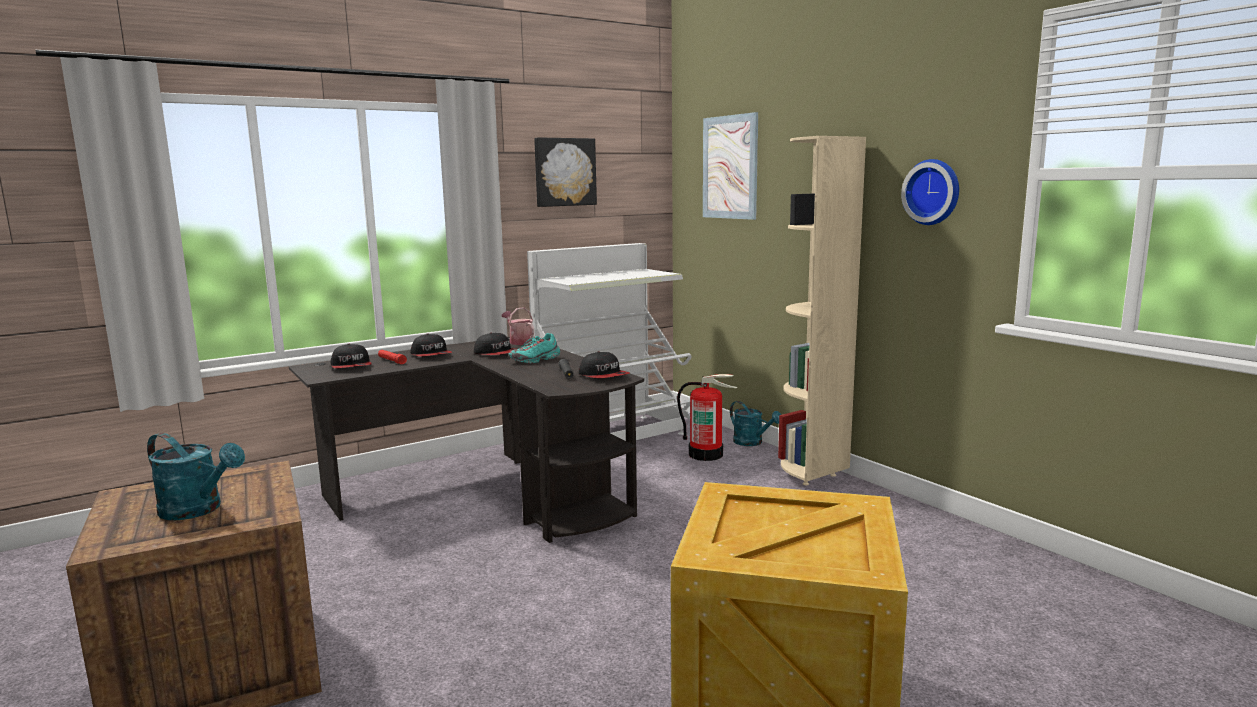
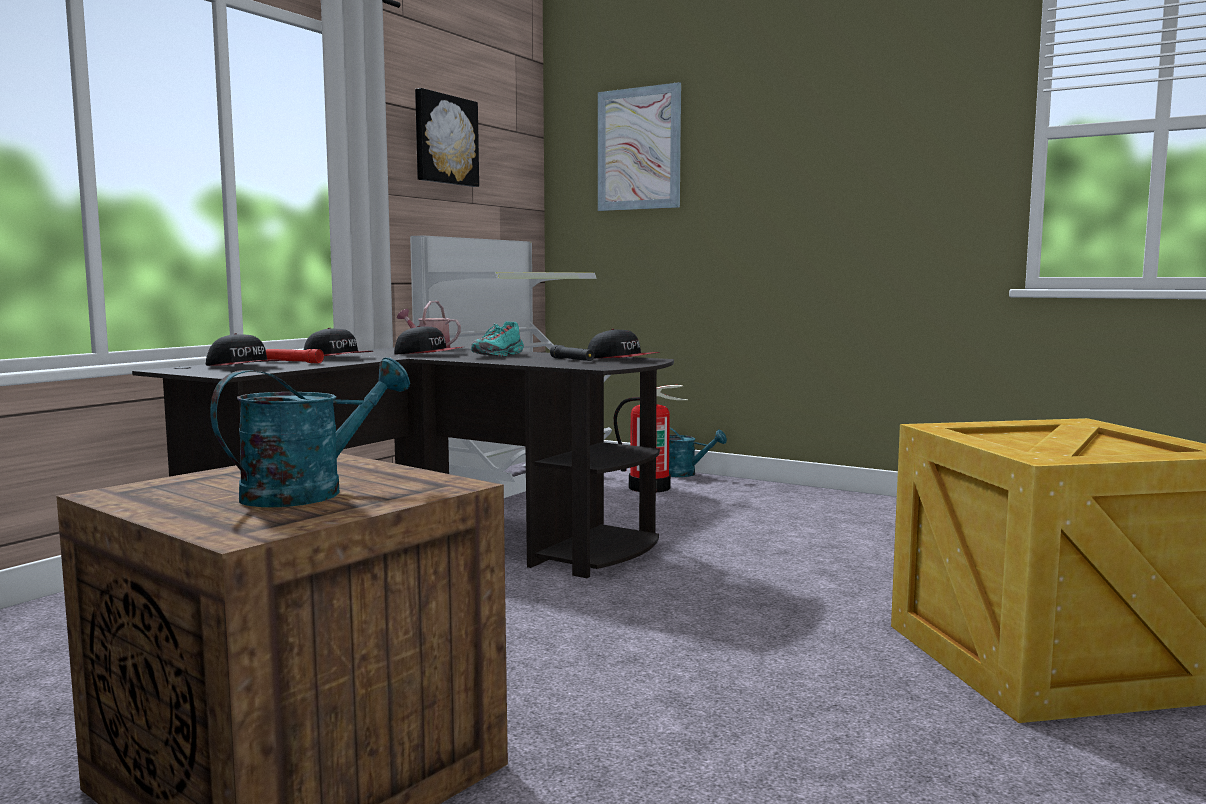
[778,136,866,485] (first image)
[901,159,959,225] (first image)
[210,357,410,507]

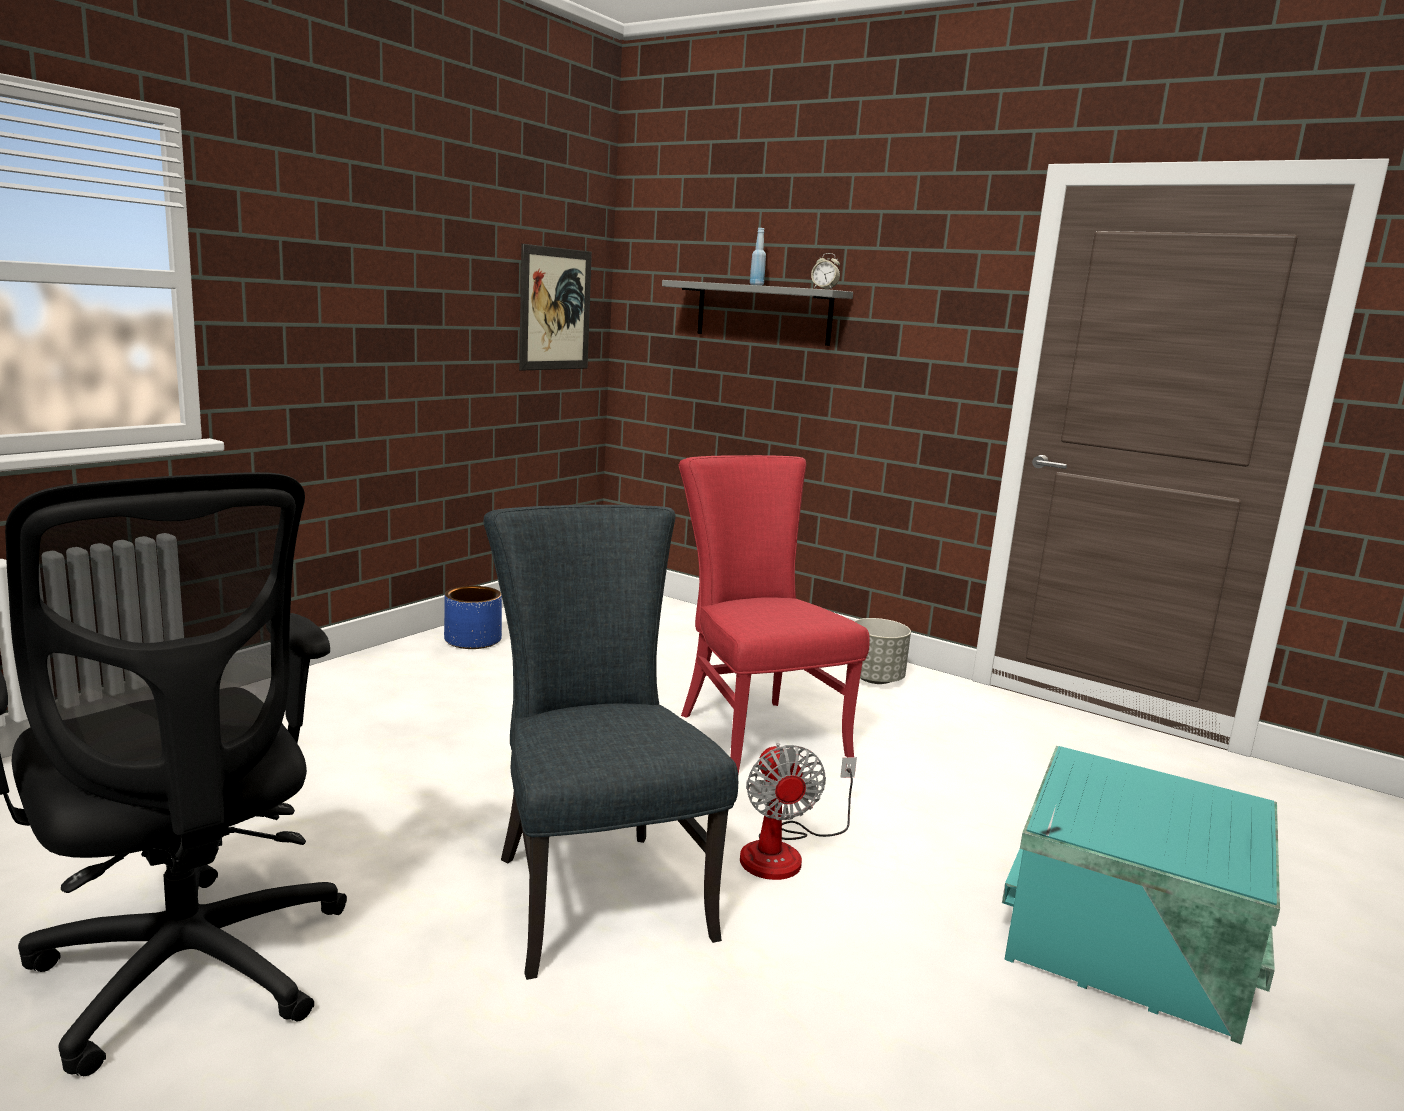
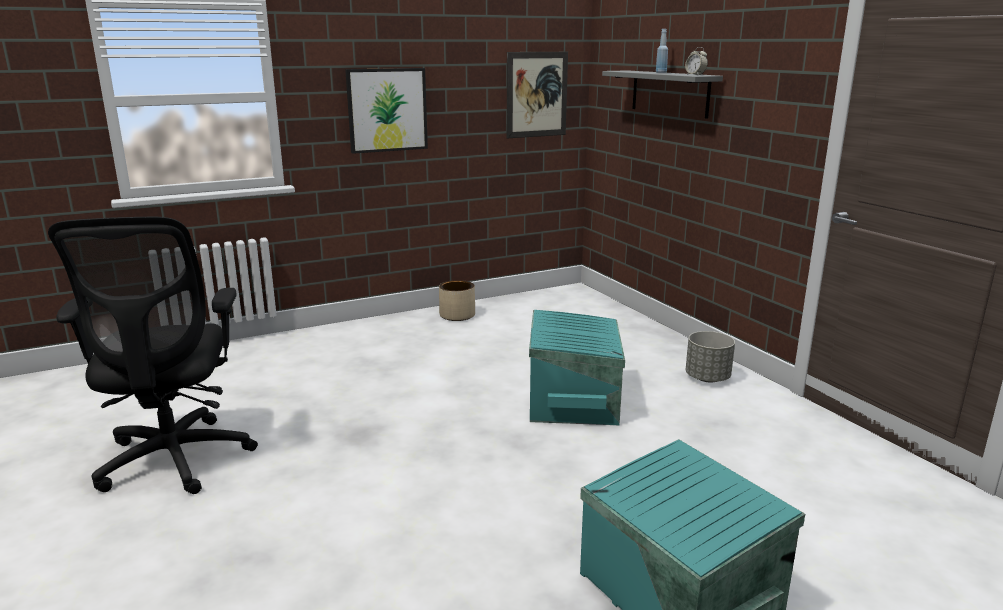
[529,310,625,425]
[483,505,738,980] (first image)
[439,280,475,321]
[740,743,857,880] (first image)
[345,68,428,154]

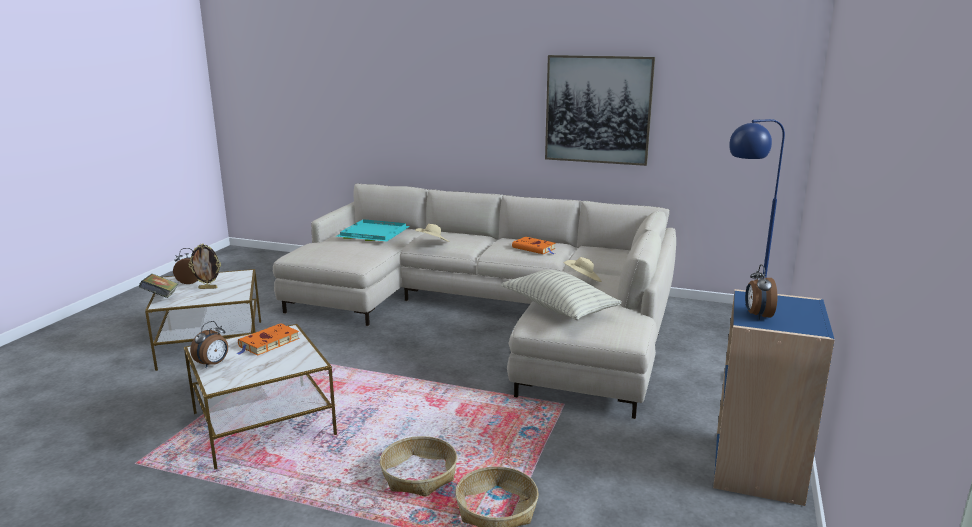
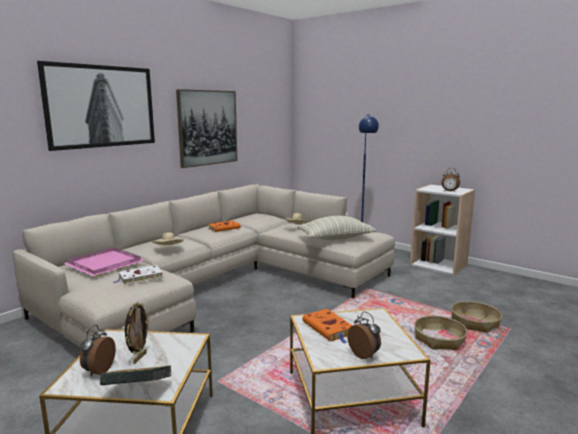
[63,247,144,276]
[410,184,475,276]
[37,61,155,151]
[114,265,163,286]

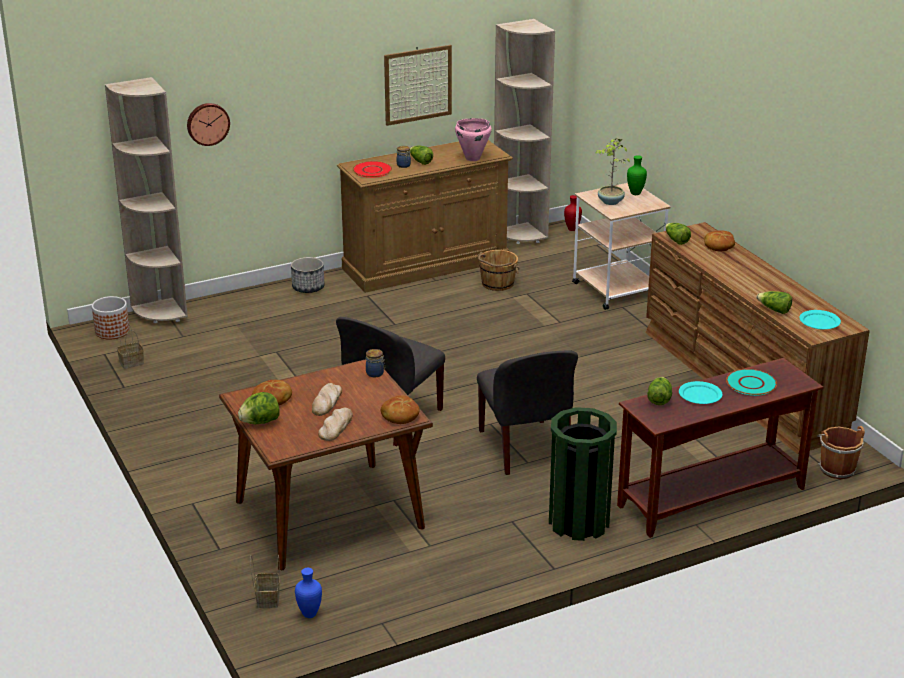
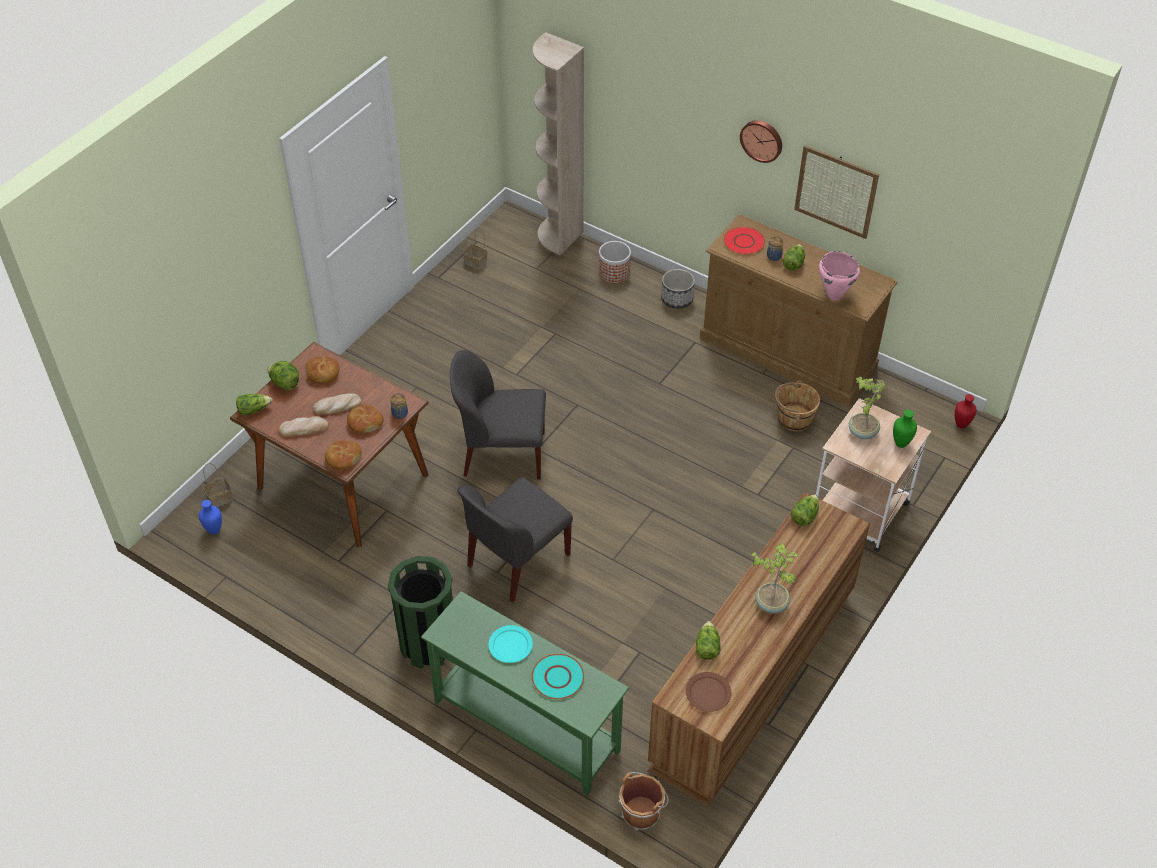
[494,19,555,244] (first image)
[740,120,782,163]
[347,405,384,433]
[599,241,631,283]
[686,672,732,712]
[421,591,629,796]
[236,394,272,416]
[750,543,799,614]

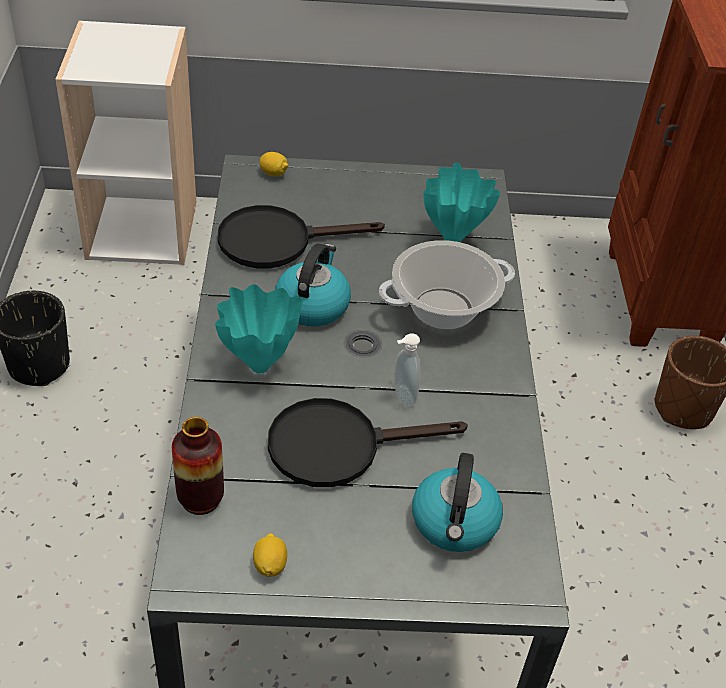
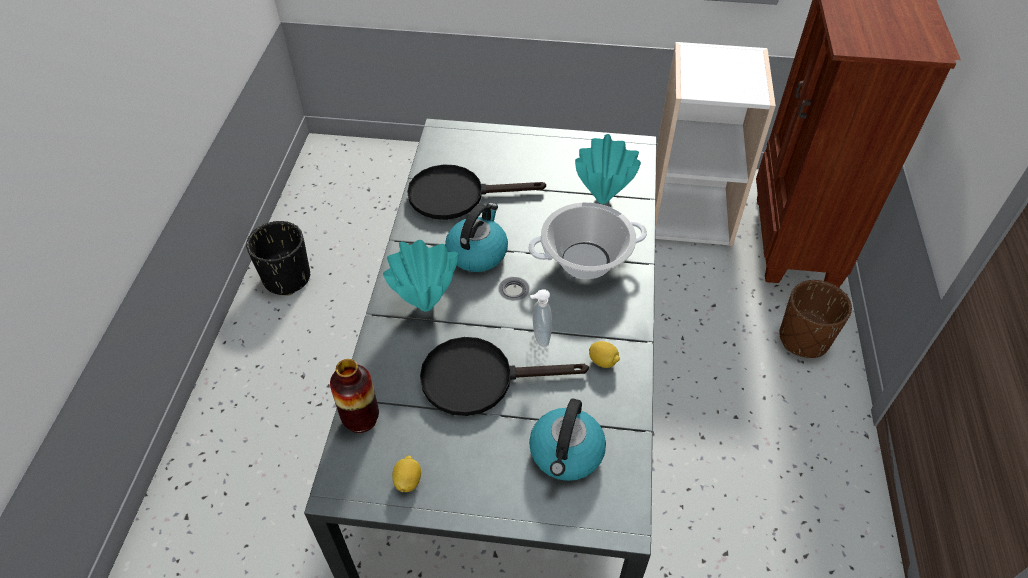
[655,42,776,246]
[589,341,620,368]

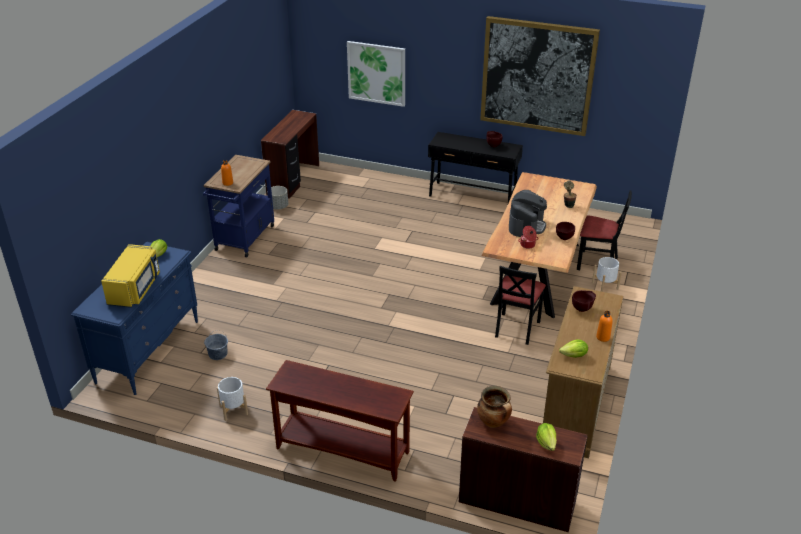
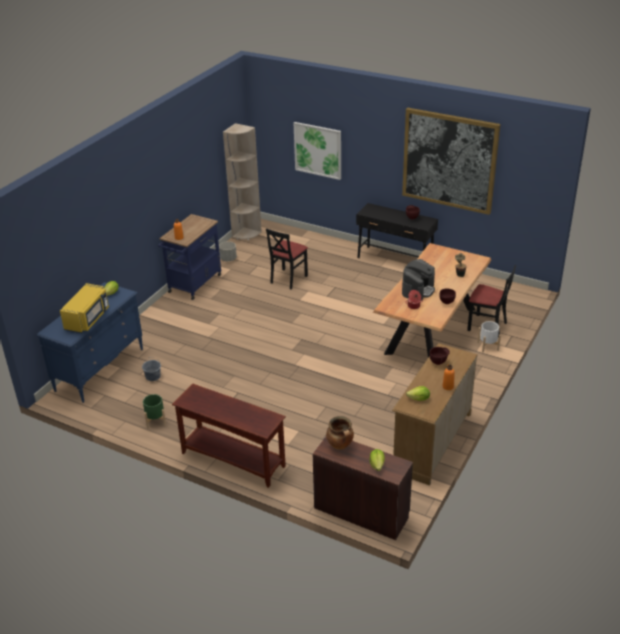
[223,123,262,240]
[266,228,308,289]
[143,394,166,429]

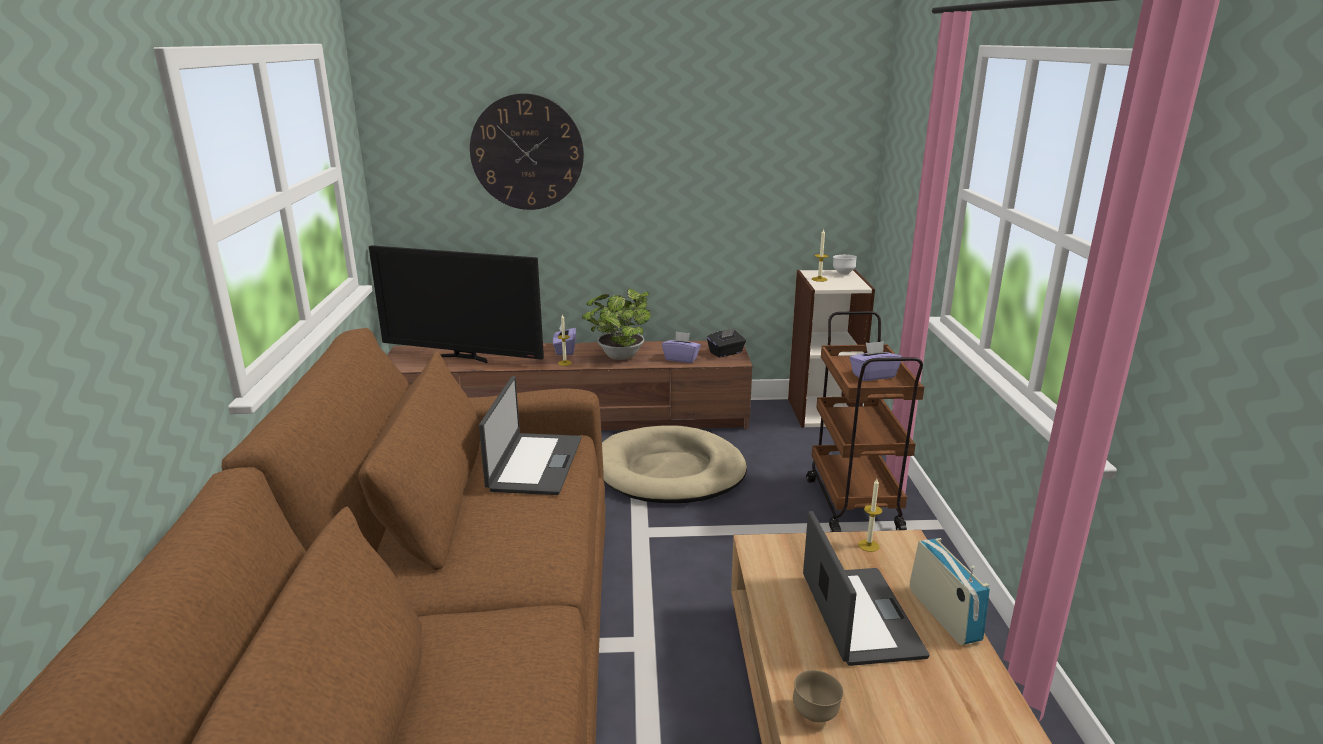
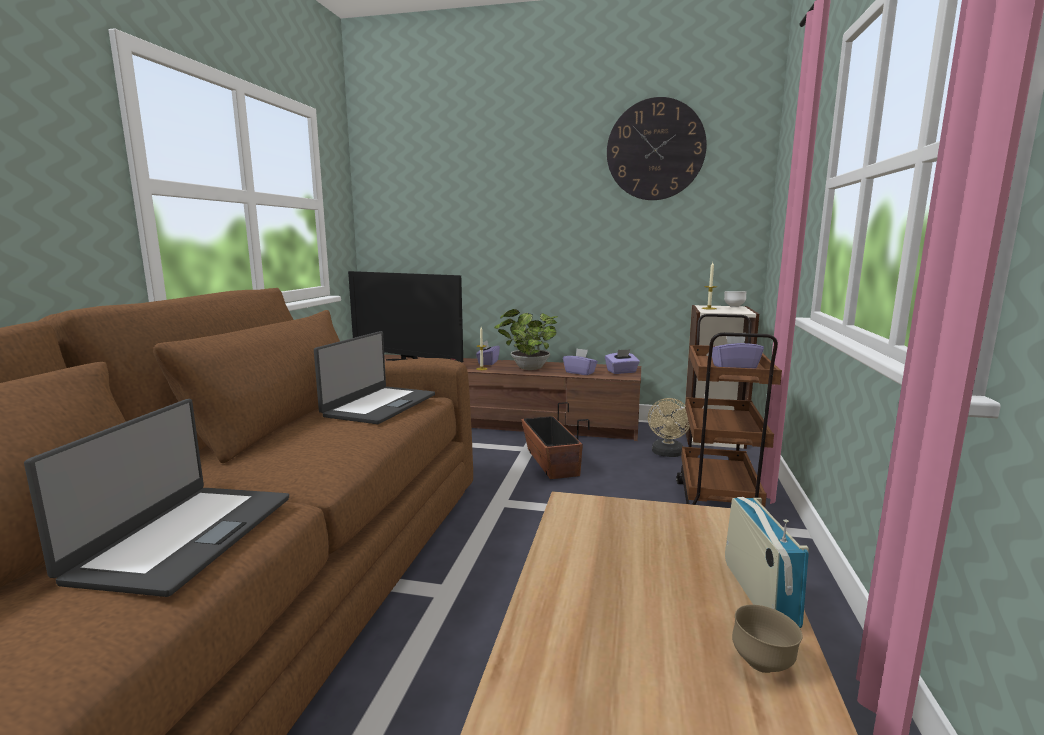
[607,97,707,200]
[605,349,640,374]
[521,402,590,479]
[858,479,882,552] (first image)
[24,399,289,597]
[732,605,802,673]
[648,398,690,457]

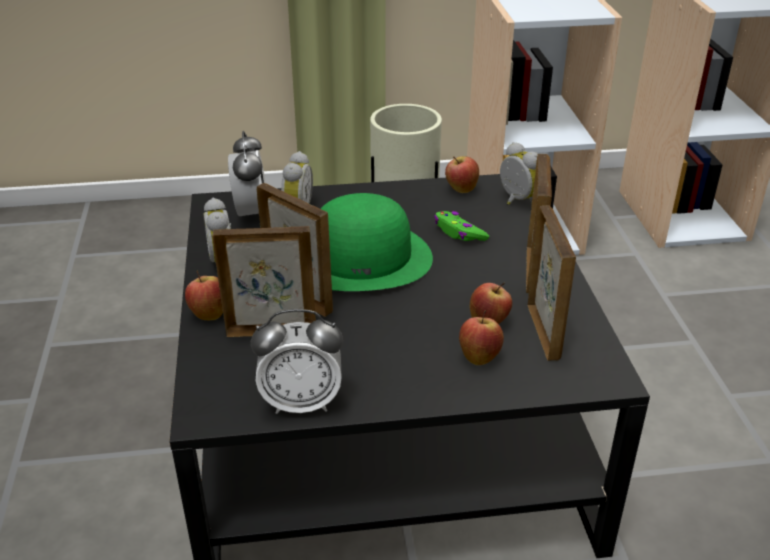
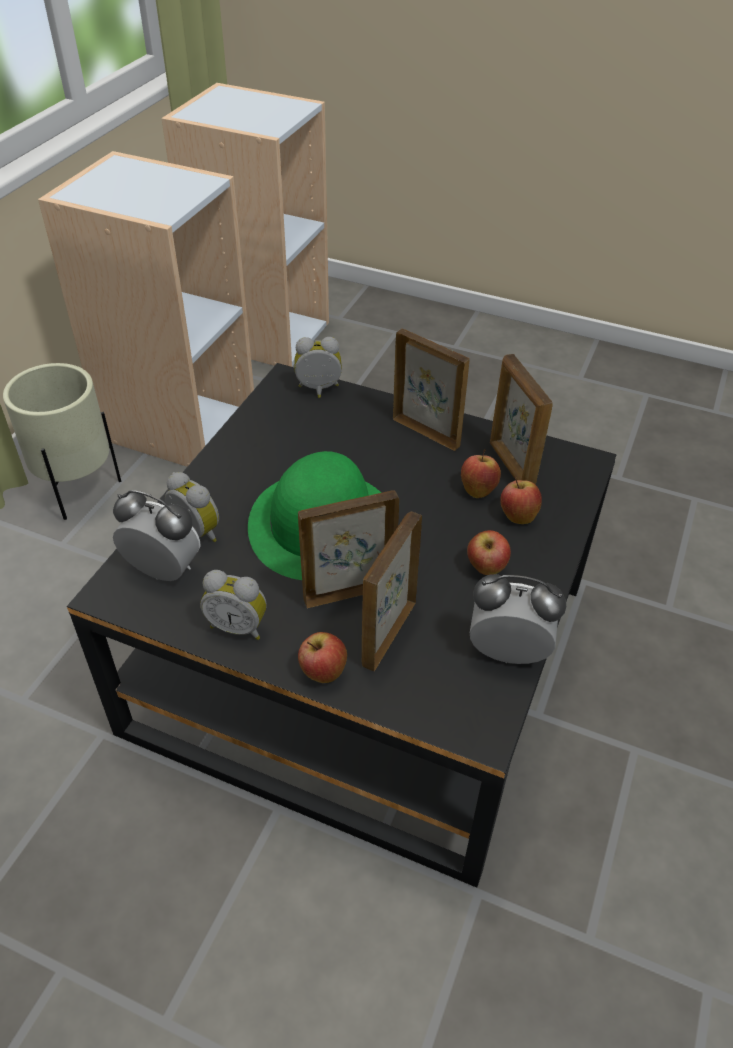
[467,530,511,575]
[490,354,553,485]
[434,211,489,241] (first image)
[470,574,566,664]

